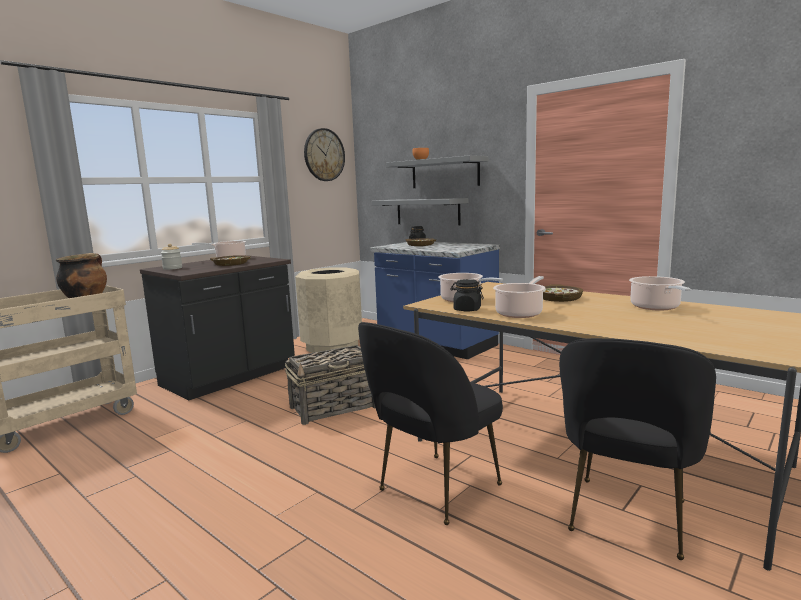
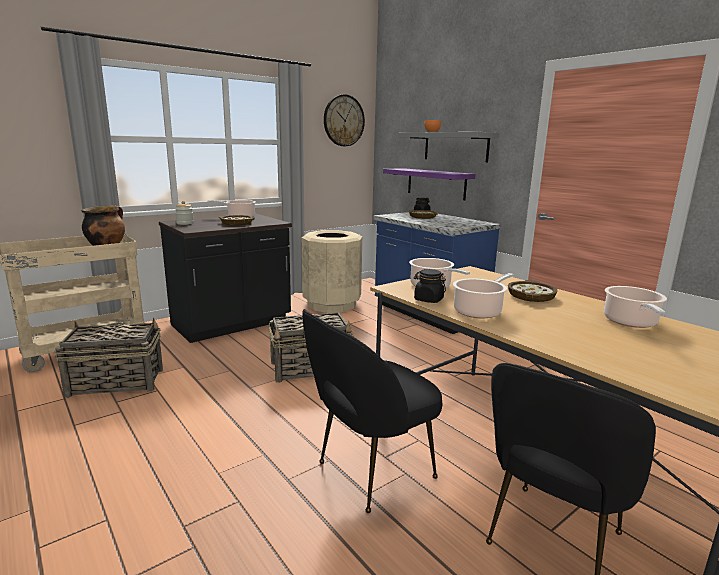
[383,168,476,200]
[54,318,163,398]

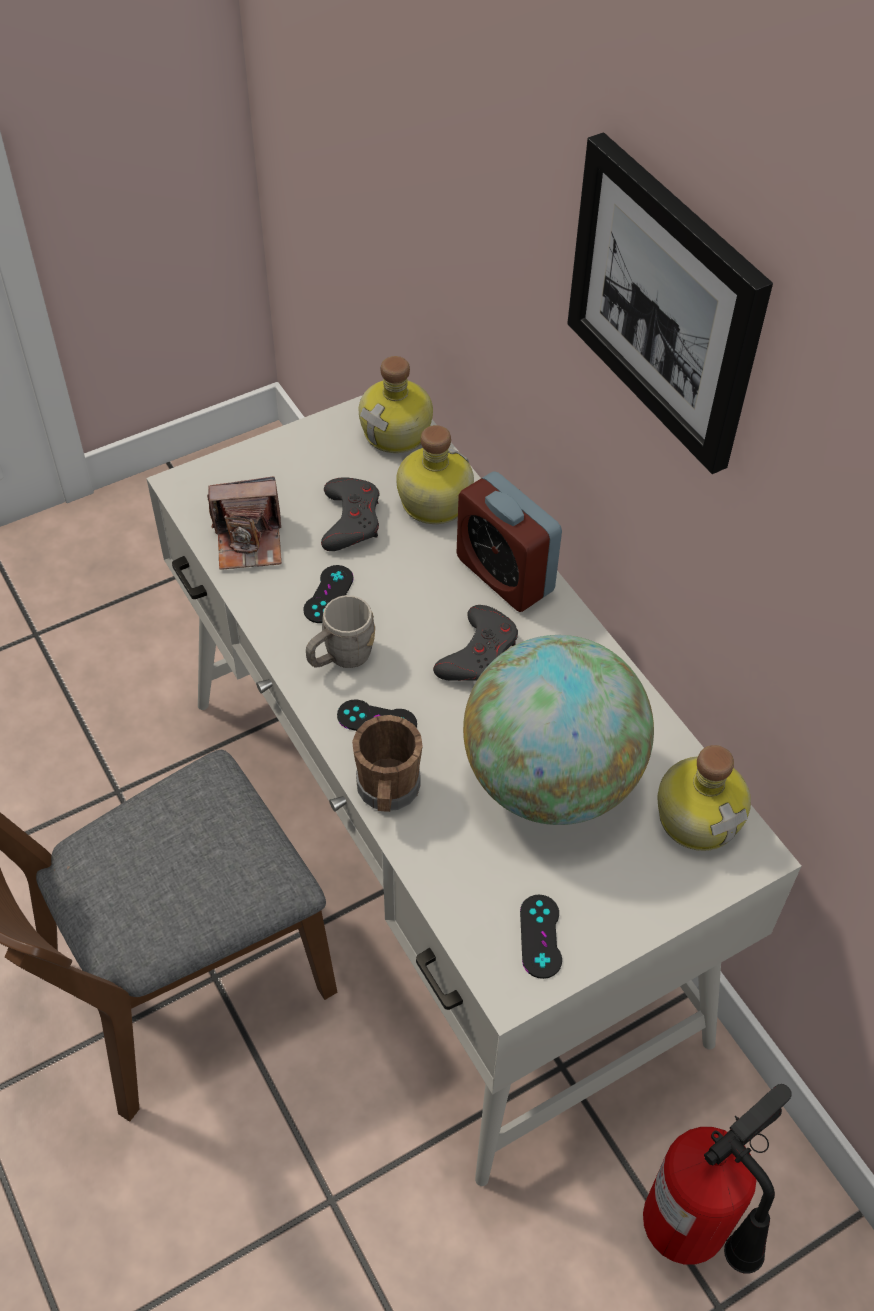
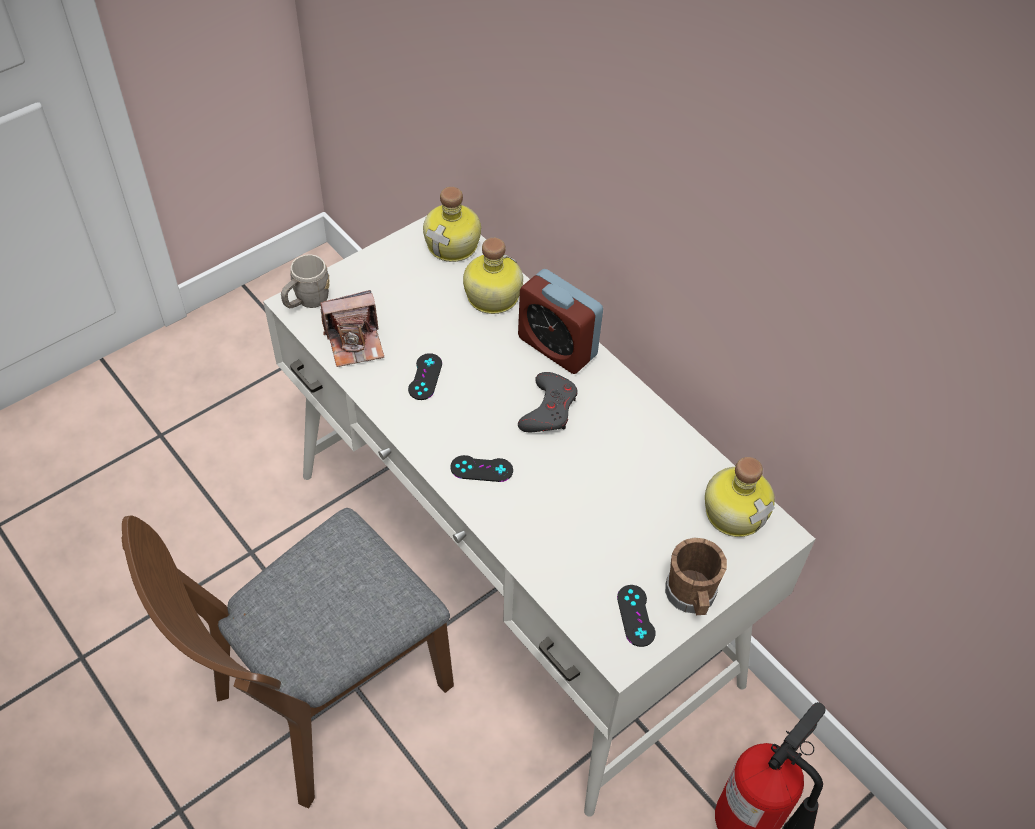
[567,132,773,474] (first image)
[321,477,380,551] (first image)
[281,254,330,308]
[463,635,654,825] (first image)
[665,538,727,615]

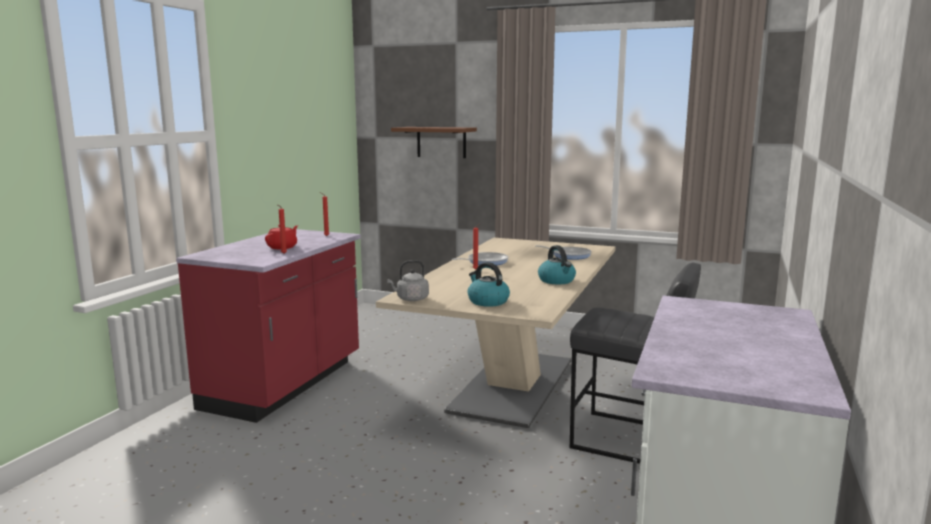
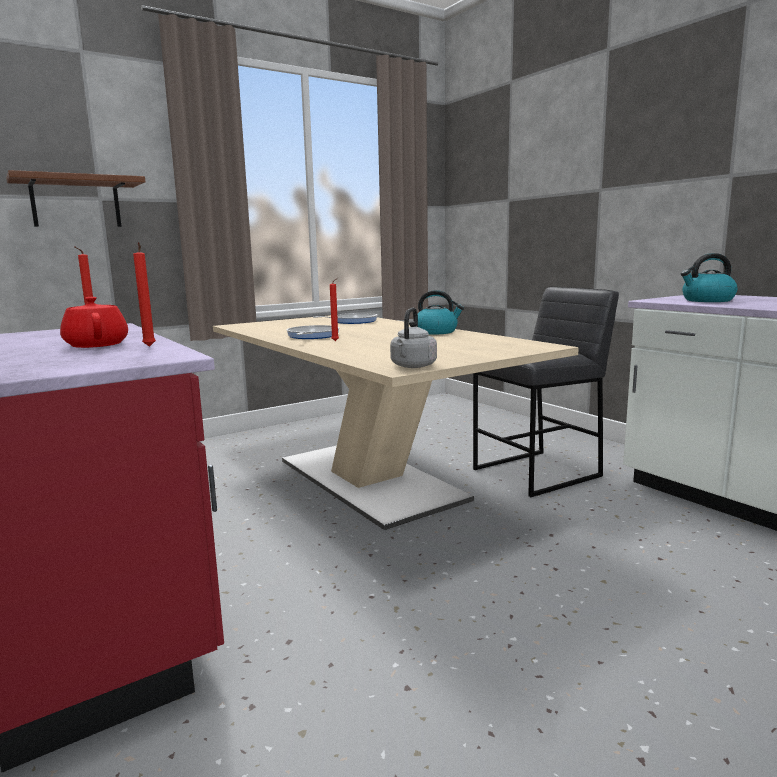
[681,253,738,302]

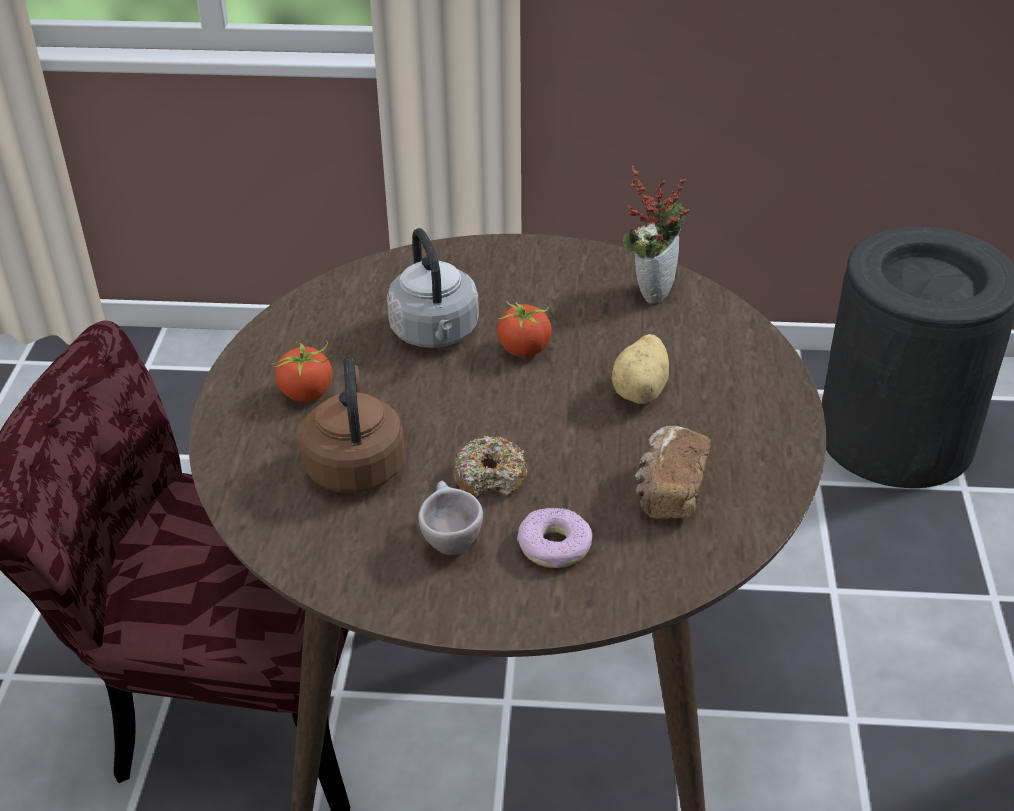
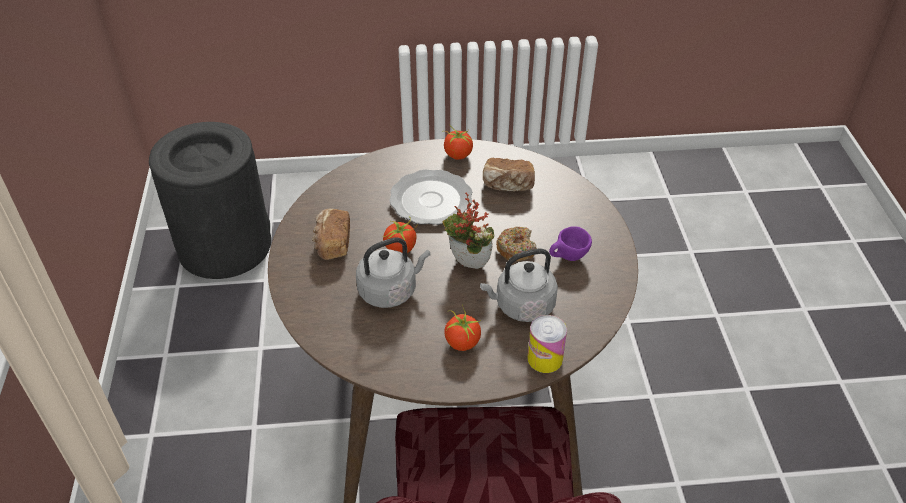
[442,192,494,269]
[389,169,472,225]
[480,249,558,322]
[549,226,592,261]
[517,508,593,568] (first image)
[444,124,473,160]
[312,208,350,260]
[528,315,567,373]

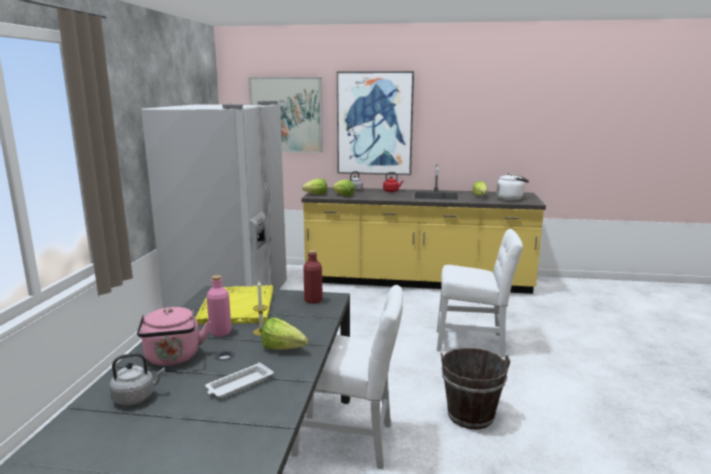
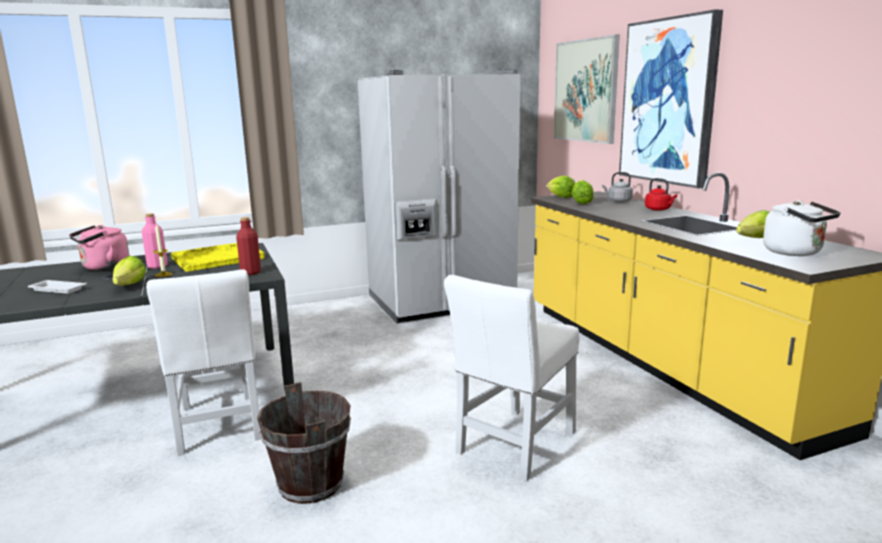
[444,275,579,482]
[109,353,165,405] (first image)

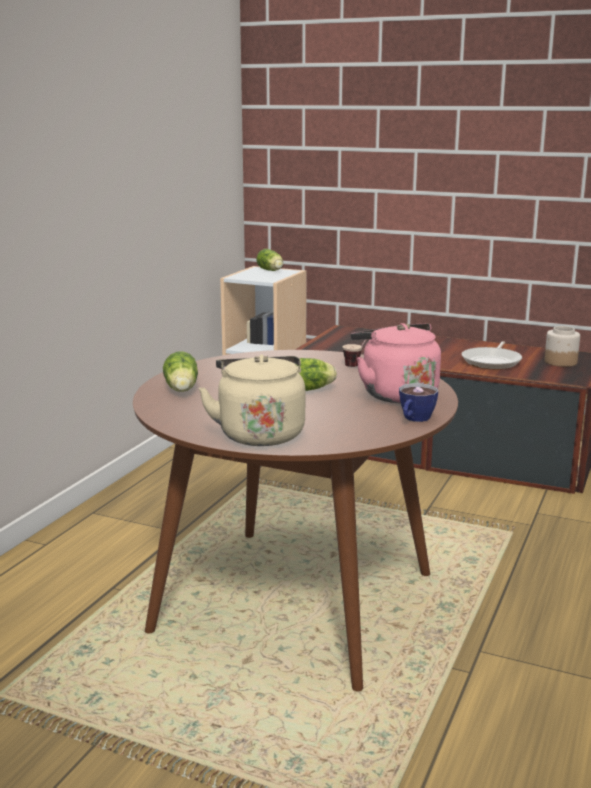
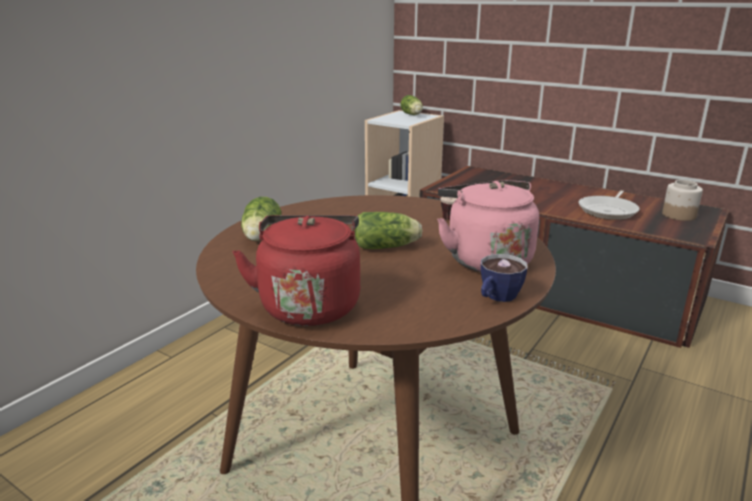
[233,215,360,326]

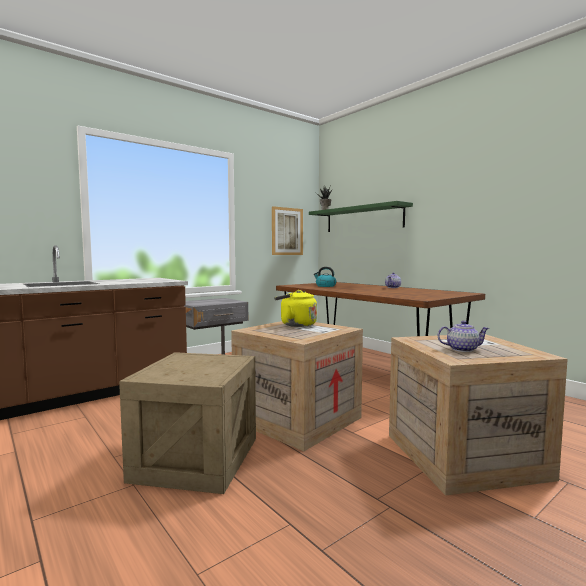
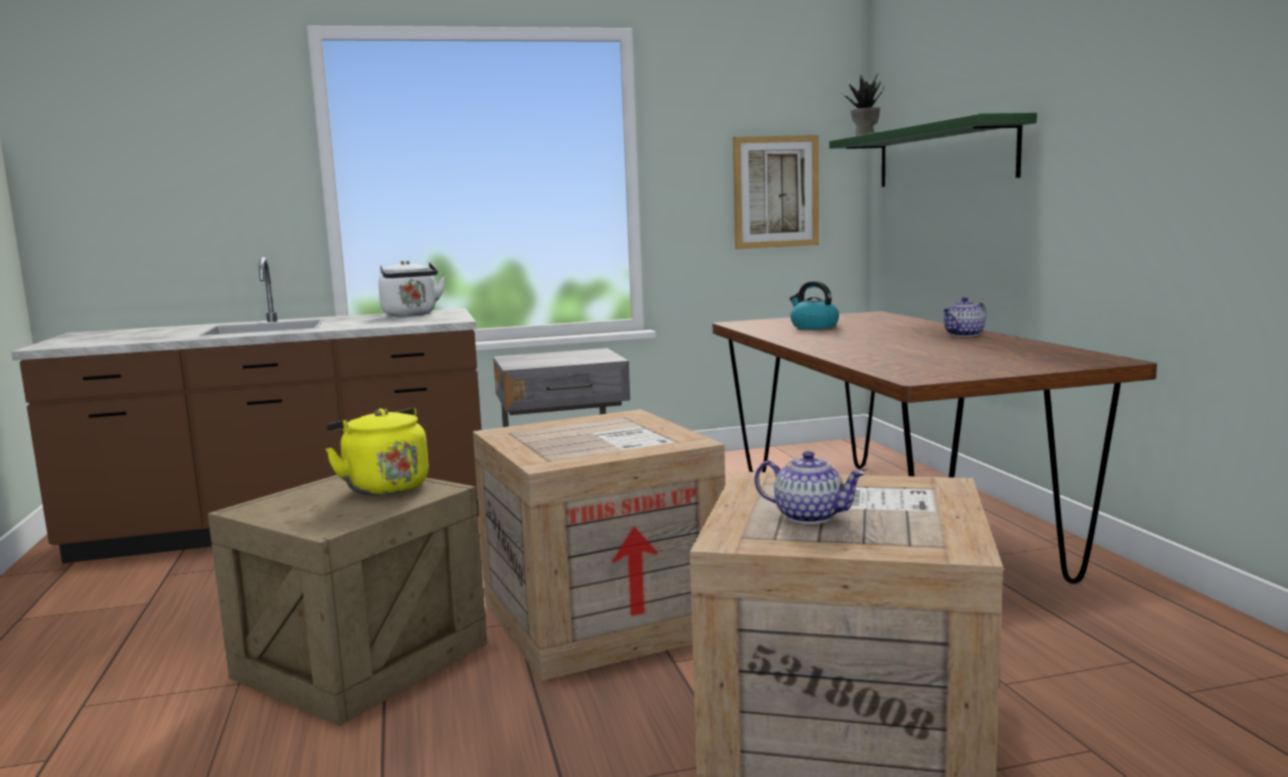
[325,408,429,495]
[378,260,446,316]

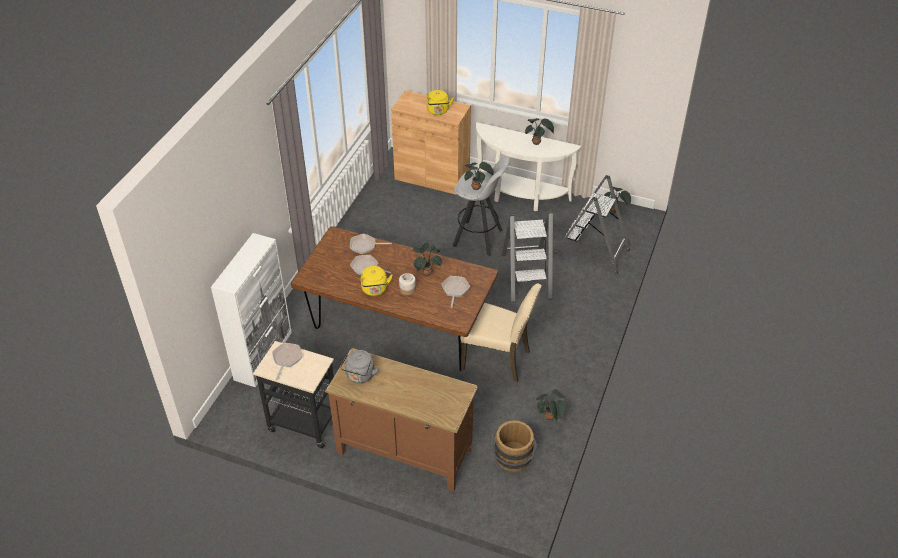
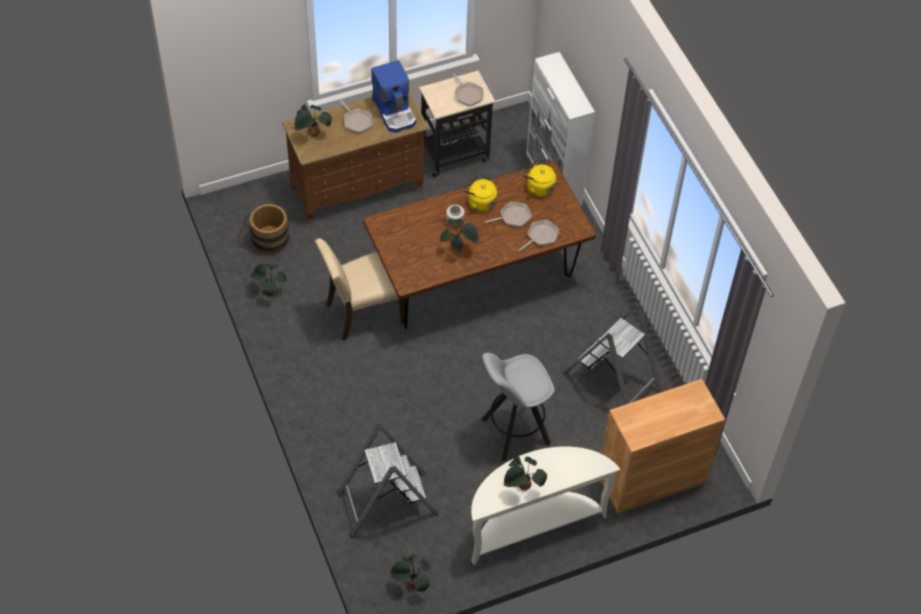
[522,159,556,197]
[295,104,332,137]
[563,304,662,405]
[340,100,373,133]
[371,60,416,133]

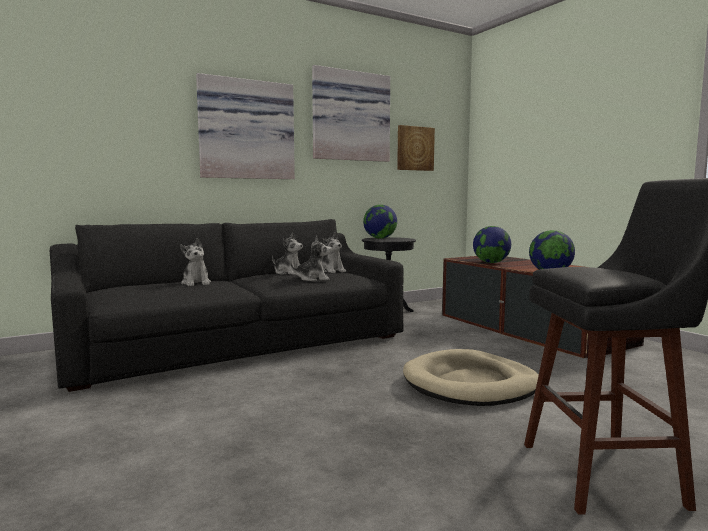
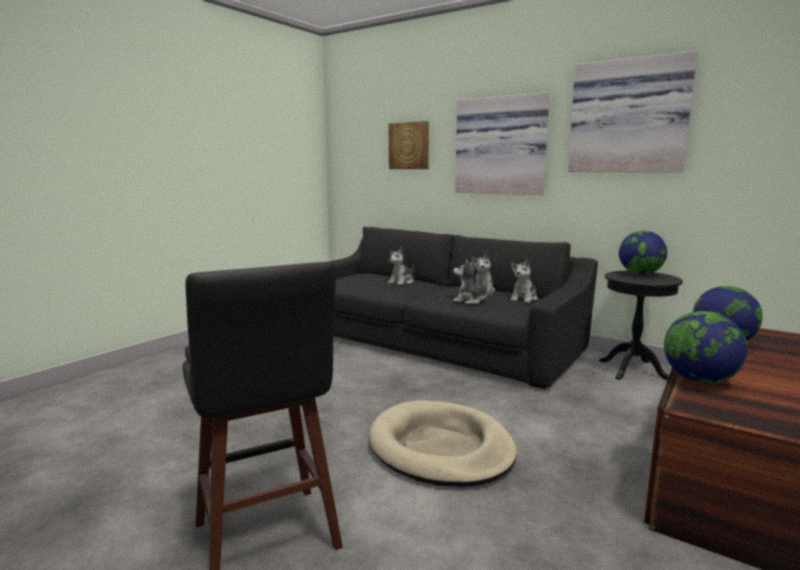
[389,121,429,169]
[453,259,493,304]

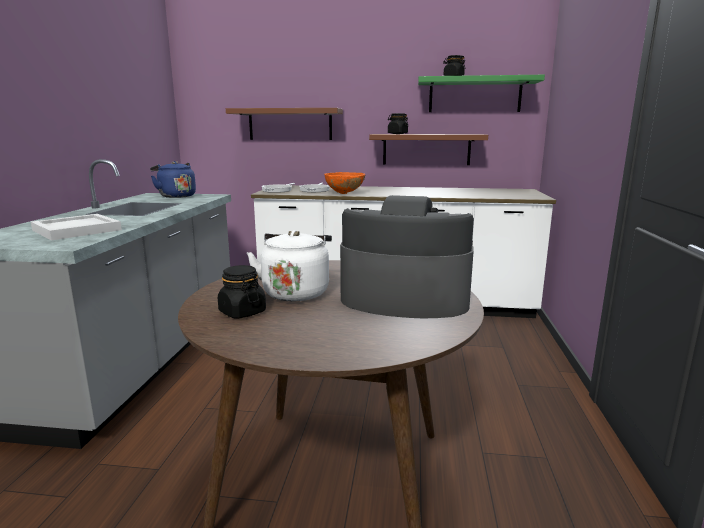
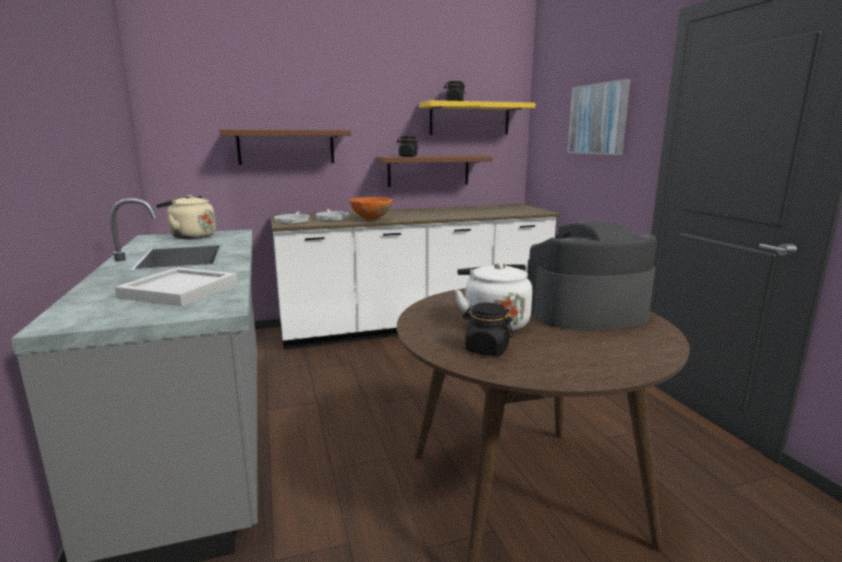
[419,100,536,135]
[156,195,216,239]
[567,79,631,155]

